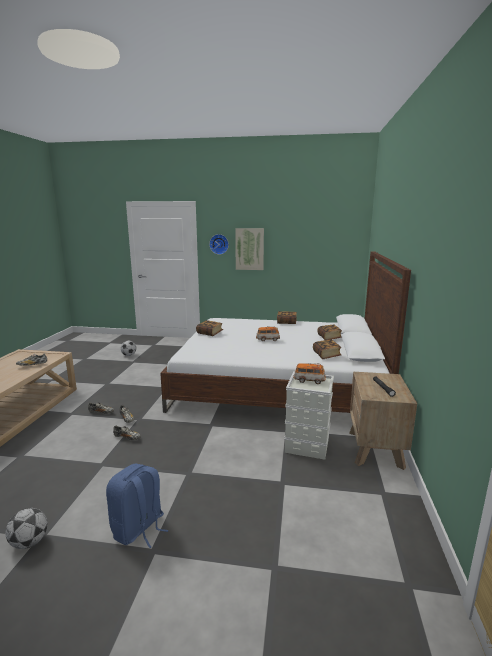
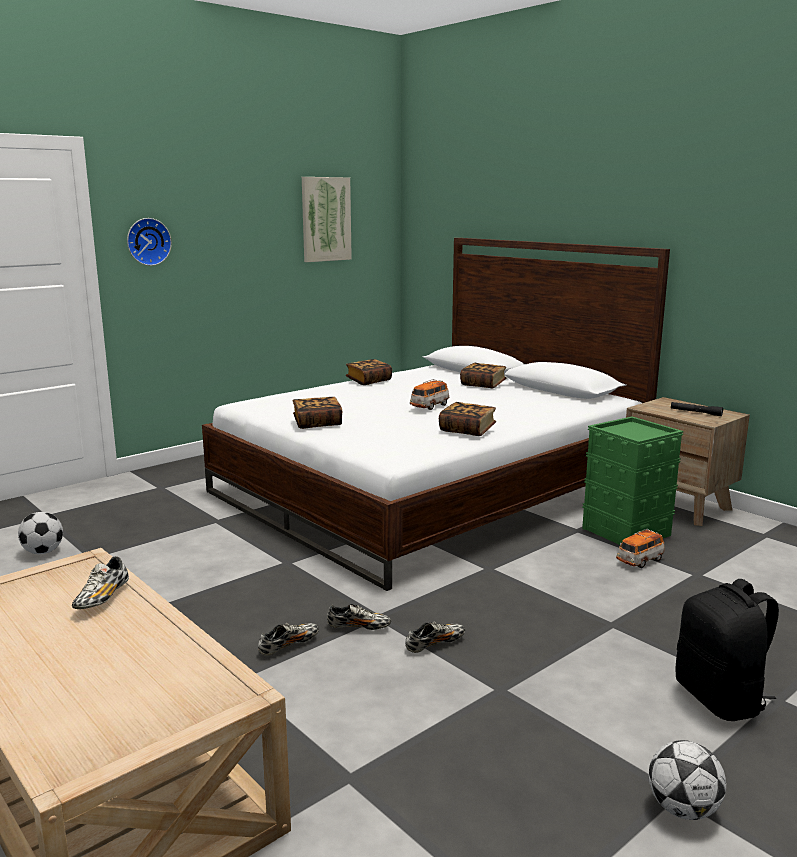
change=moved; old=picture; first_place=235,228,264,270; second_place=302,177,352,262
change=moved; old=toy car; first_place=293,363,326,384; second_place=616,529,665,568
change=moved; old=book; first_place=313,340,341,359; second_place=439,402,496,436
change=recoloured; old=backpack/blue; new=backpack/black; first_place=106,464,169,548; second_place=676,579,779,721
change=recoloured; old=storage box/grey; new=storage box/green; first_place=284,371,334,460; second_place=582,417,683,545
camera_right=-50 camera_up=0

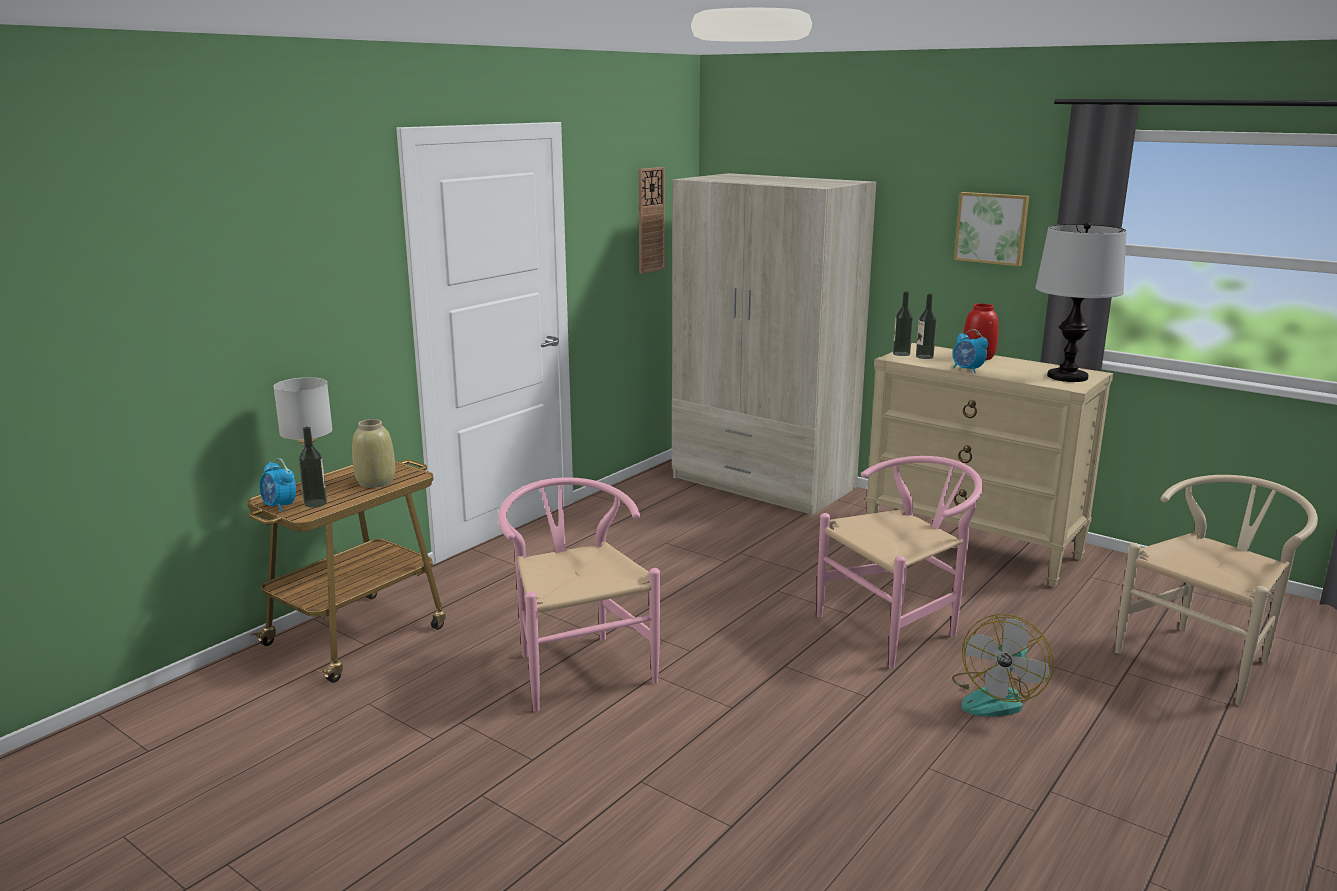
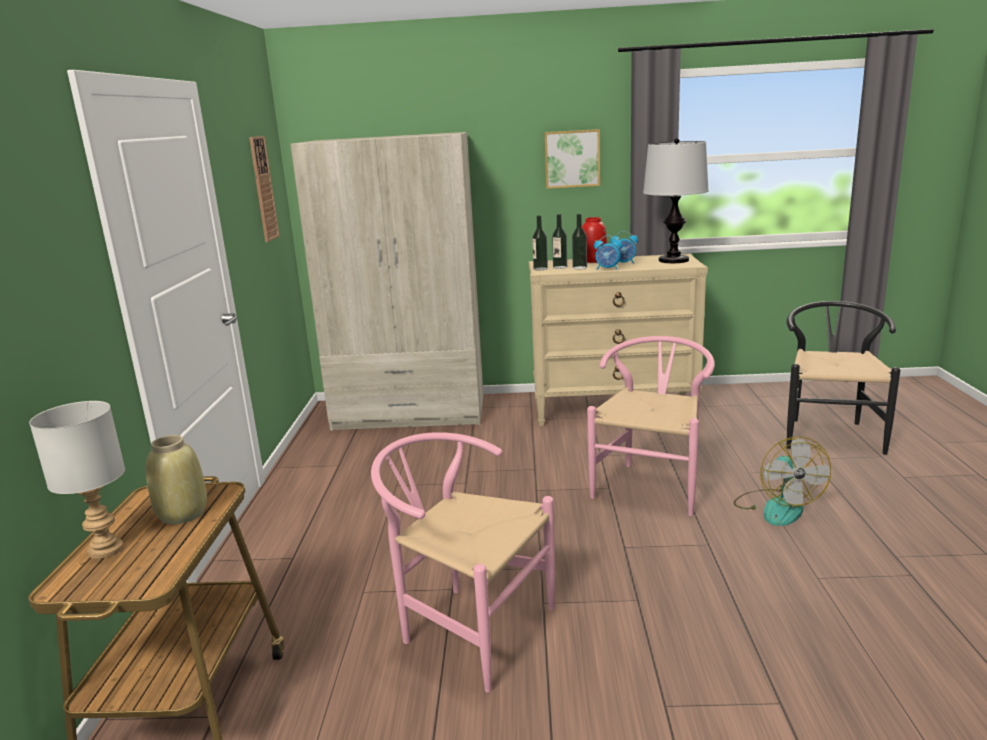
change=moved; old=alarm clock; first_place=260,458,296,512; second_place=610,231,638,264
change=moved; old=bottle; first_place=299,426,327,508; second_place=572,214,587,269
change=recoloured; old=chair/beige; new=chair/black; first_place=1115,475,1318,705; second_place=786,301,901,455
camera_right=-35 camera_up=0

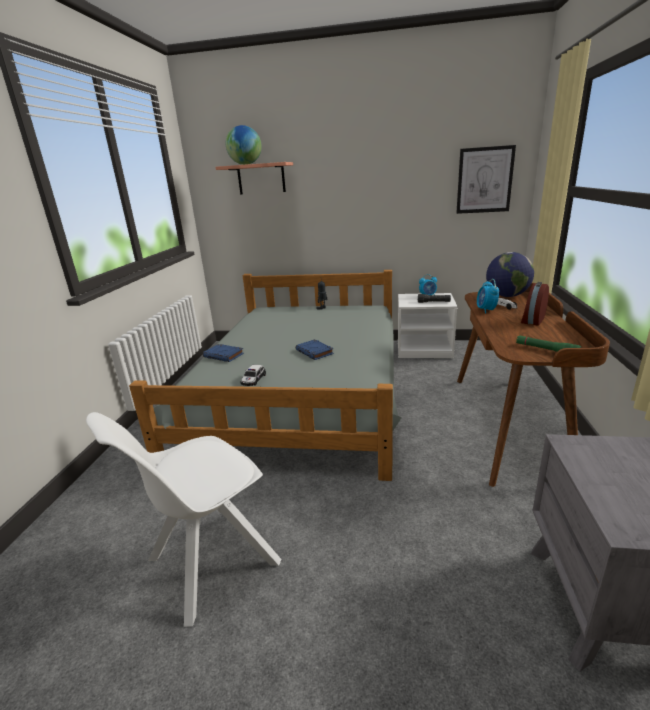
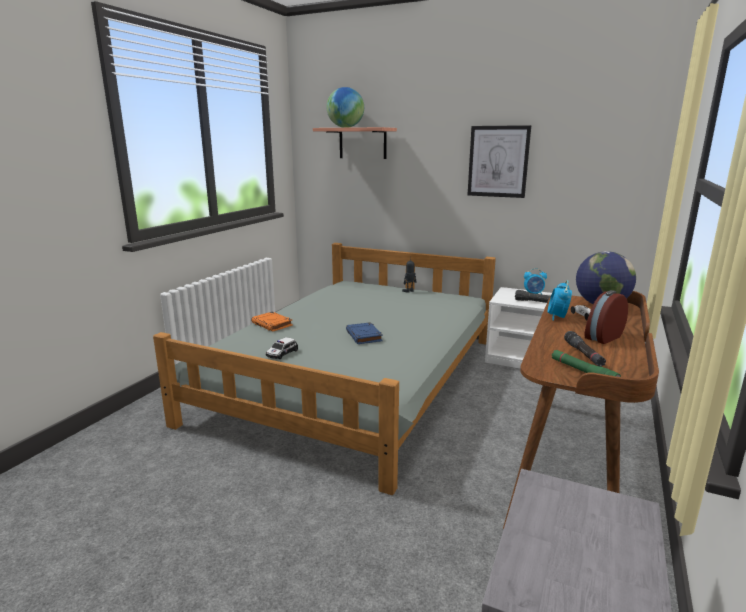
change=removed; old=chair/white; first_place=86,412,281,627
change=added; new=flashlight/black; second_place=564,331,606,367
change=moved; old=picture; first_place=456,145,516,214; second_place=468,125,531,198
change=recoloured; old=book/blue; new=book/orange; first_place=203,344,244,362; second_place=251,312,293,332
camera_right=15 camera_up=-5

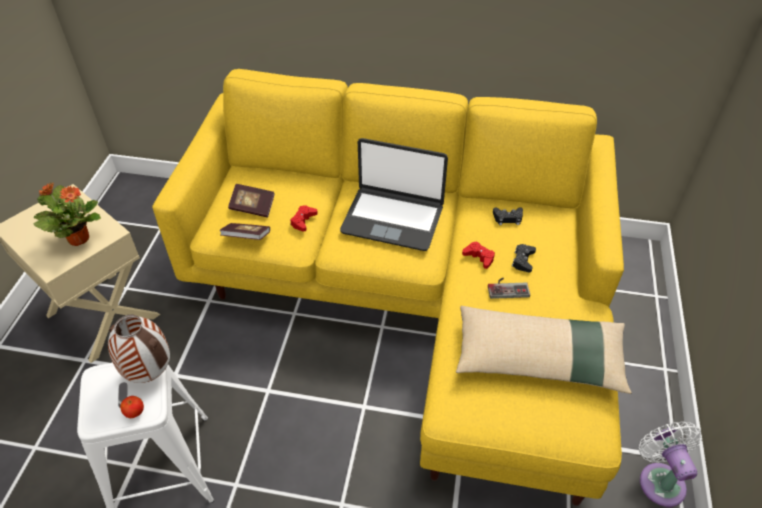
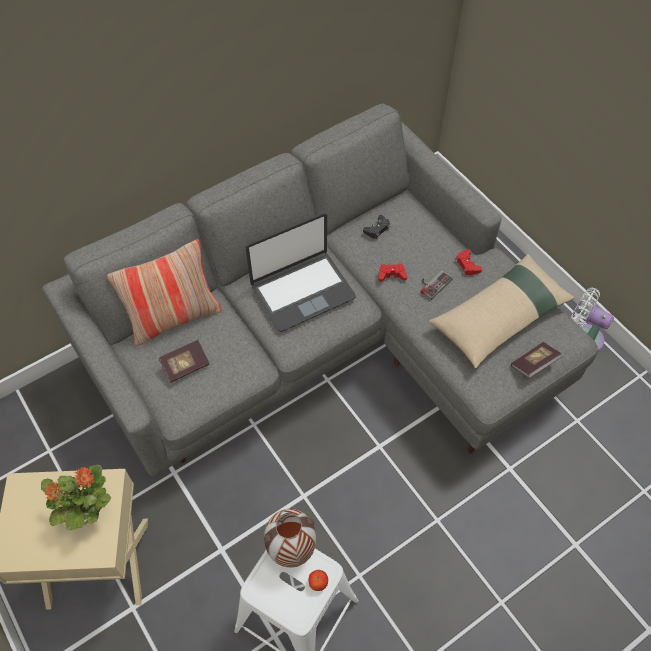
change=removed; old=game controller/black; first_place=512,244,536,272
change=added; new=pillow; second_place=107,239,222,346
change=moved; old=book; first_place=219,223,270,240; second_place=511,342,562,378
change=moved; old=game controller/red; first_place=290,205,318,232; second_place=455,249,482,275
change=recoloured; old=sofa/yellow; new=sofa/grey; first_place=152,69,624,506; second_place=42,104,598,476
camera_right=-45 camera_up=10

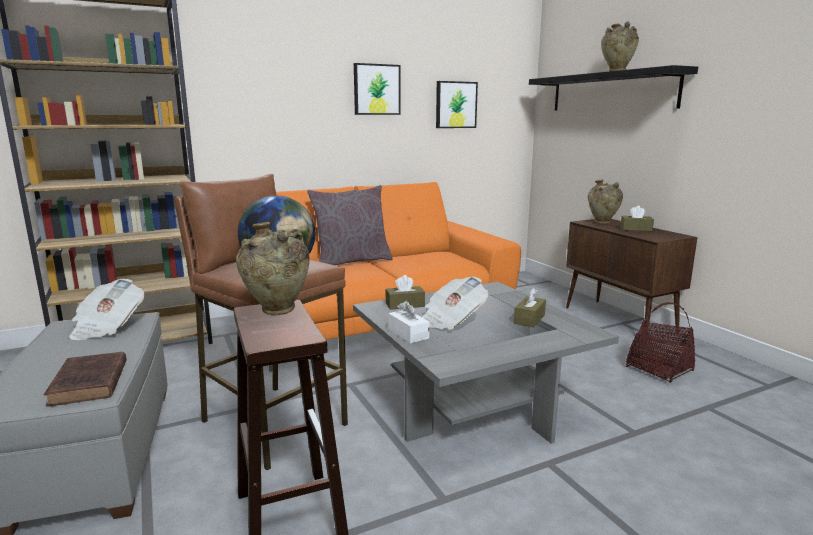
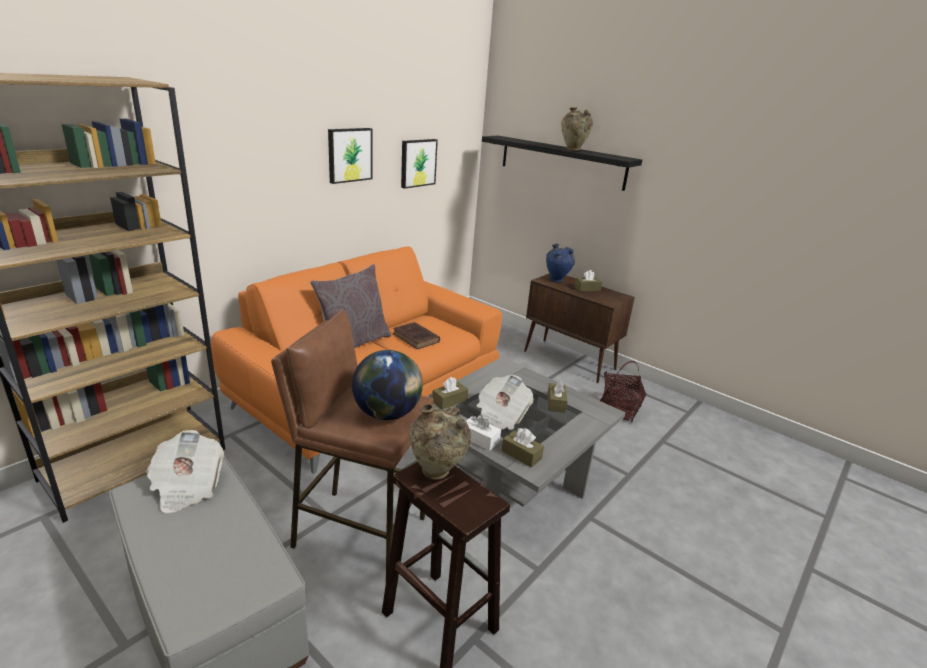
change=added; new=tissue box/brown; second_place=501,428,544,467
change=moved; old=book/brown; first_place=44,352,126,406; second_place=393,322,440,349
change=recoloured; old=vase/beige; new=vase/blue; first_place=588,180,623,224; second_place=546,244,575,282
camera_right=-25 camera_up=10

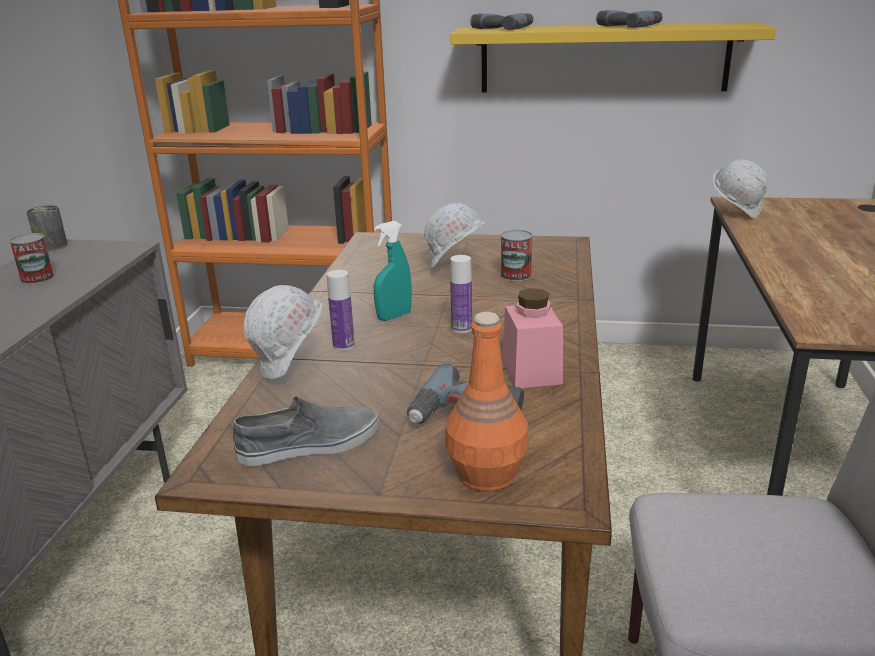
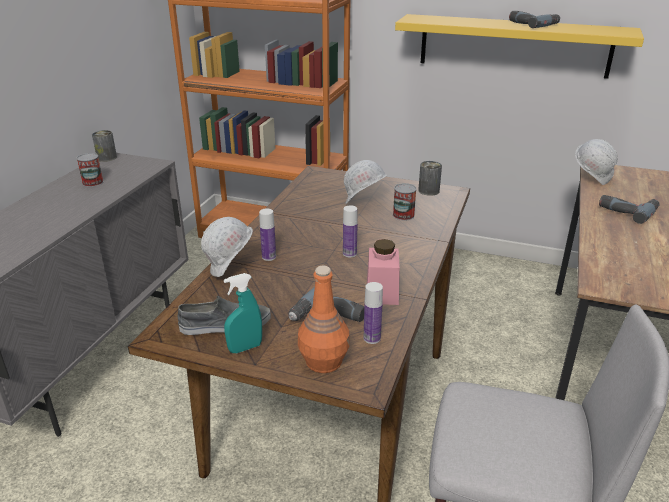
change=added; new=bottle; second_place=364,282,383,344
change=added; new=can; second_place=418,161,442,196
change=moved; old=spray bottle/turquoise; first_place=374,221,412,321; second_place=224,273,262,353
change=moved; old=power drill; first_place=470,13,533,30; second_place=599,195,660,224
camera_right=10 camera_up=5

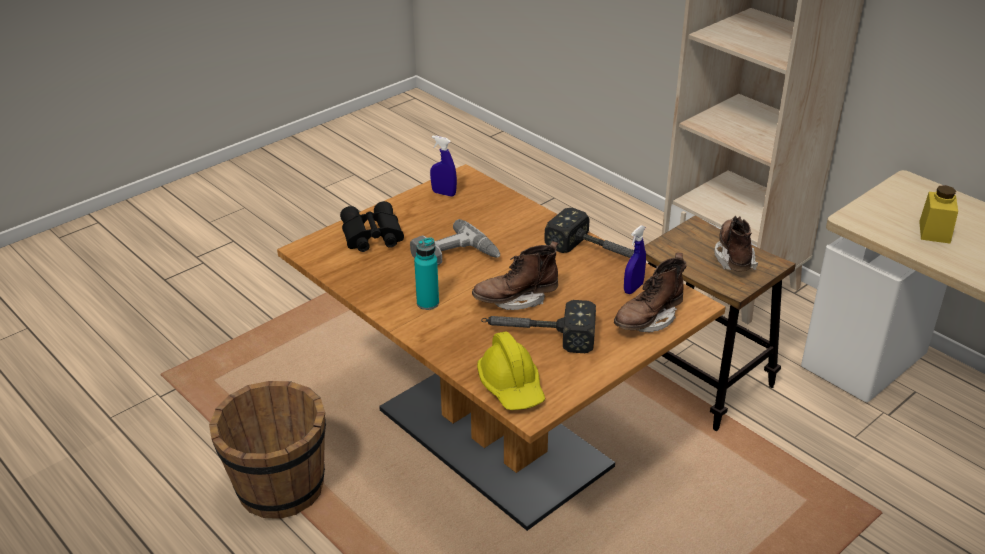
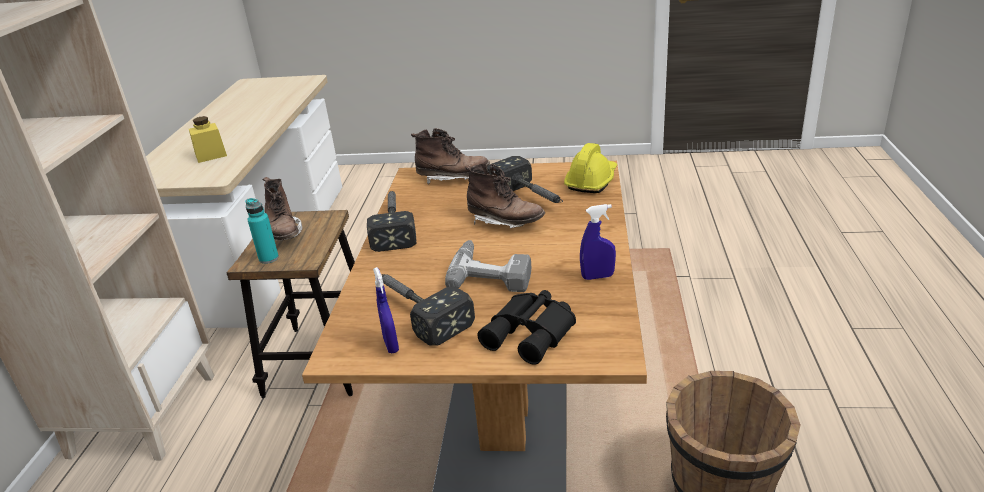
change=added; new=hammer; second_place=381,274,475,346
change=moved; old=bottle/turquoise; first_place=414,238,439,310; second_place=245,198,279,264
change=moved; old=spray bottle/blue; first_place=624,225,646,294; second_place=580,204,616,280
change=turned; old=boot/brown; first_place=714,216,758,272; second_place=262,177,302,241; degrees=-75
camera_right=-130 camera_up=-5

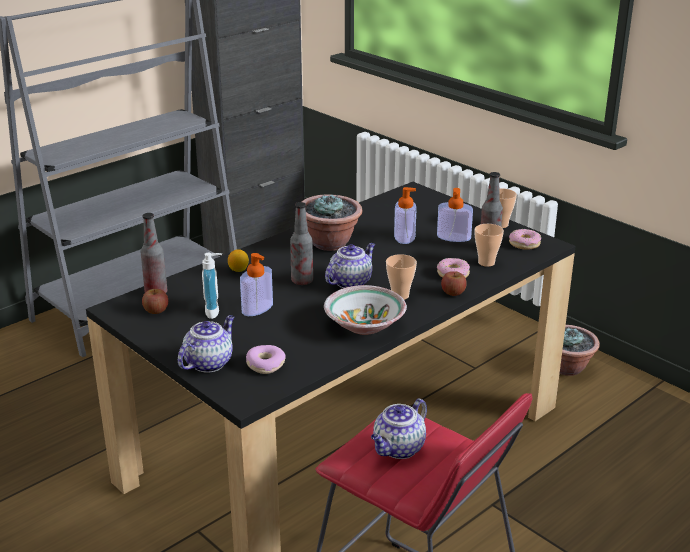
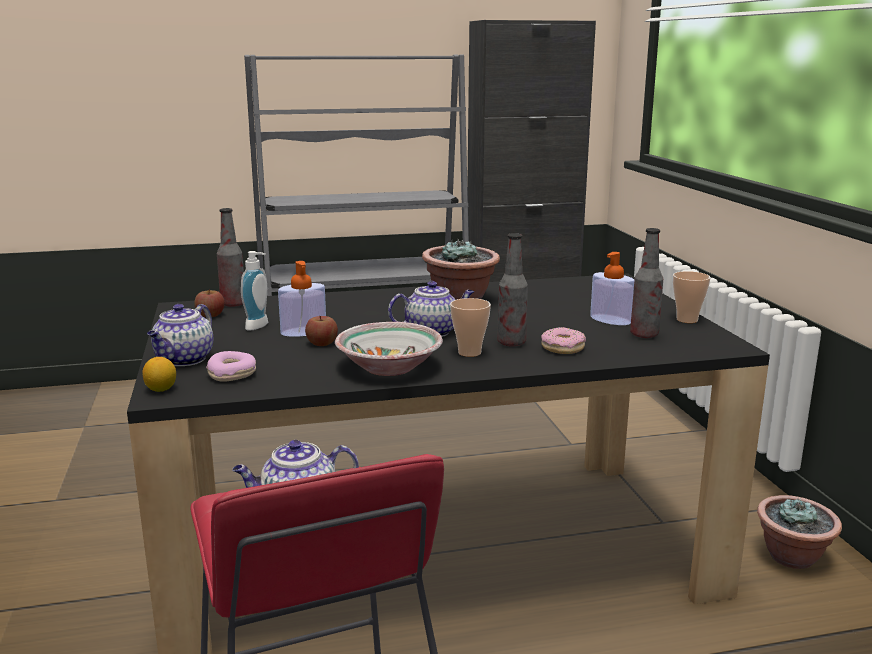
change=removed; old=soap dispenser; first_place=394,187,417,244
change=removed; old=cup; first_place=475,224,504,267
change=removed; old=donut; first_place=509,229,541,250
change=moved; old=lemon; first_place=228,249,249,272; second_place=142,357,176,392
change=moved; old=bottle; first_place=290,202,313,285; second_place=497,233,528,347
change=moved; old=apple; first_place=441,271,467,296; second_place=305,316,338,346
change=turned; old=teapot; first_place=178,315,234,373; second_place=147,304,213,366; degrees=135
camera_right=30 camera_up=-10

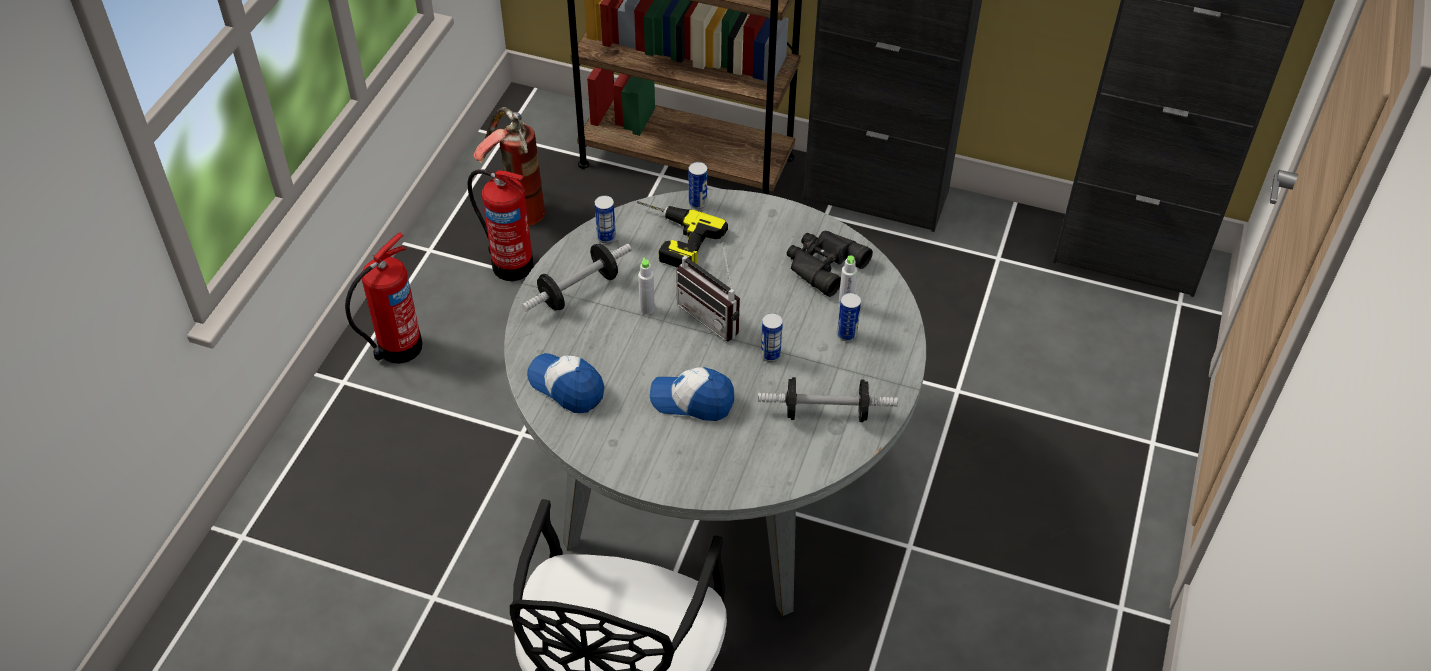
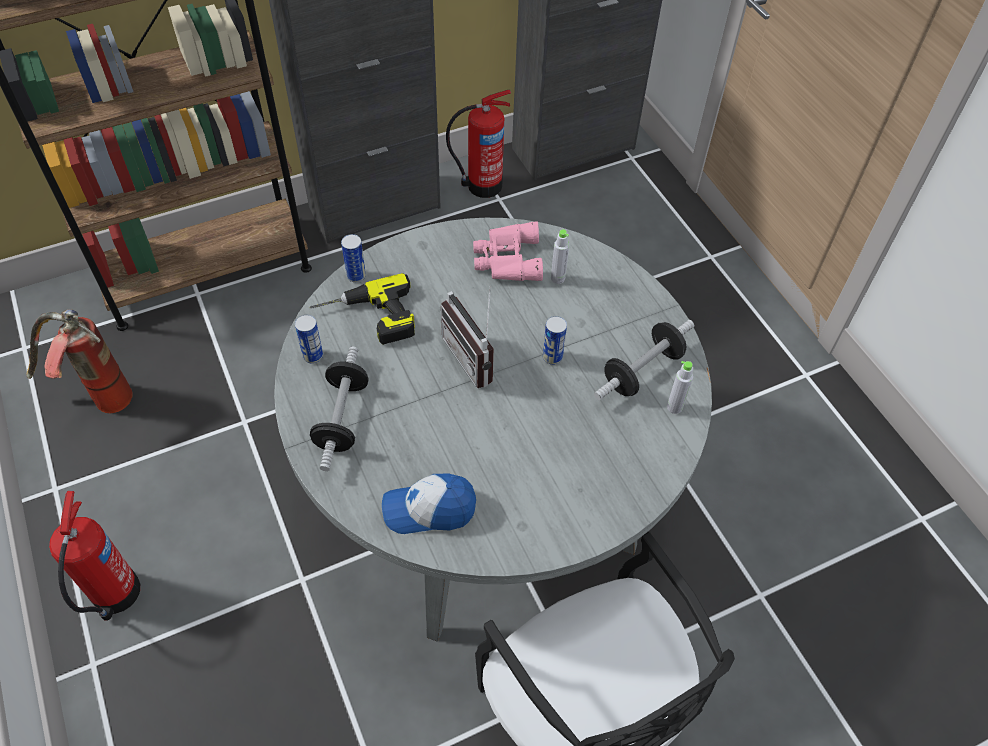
change=removed; old=cap; first_place=650,367,734,421
change=removed; old=can; first_place=837,293,861,342
change=moved; old=fire extinguisher; first_place=468,169,534,281; second_place=446,90,511,198
change=moved; old=bottle/grey; first_place=638,257,655,315; second_place=667,361,693,414
change=recoloured; old=binoculars/black; new=binoculars/pink; first_place=787,231,873,297; second_place=473,222,543,281
change=turned; old=radio; first_place=676,242,740,342; second_place=441,286,494,388; degrees=60
camera_right=-45 camera_up=5

